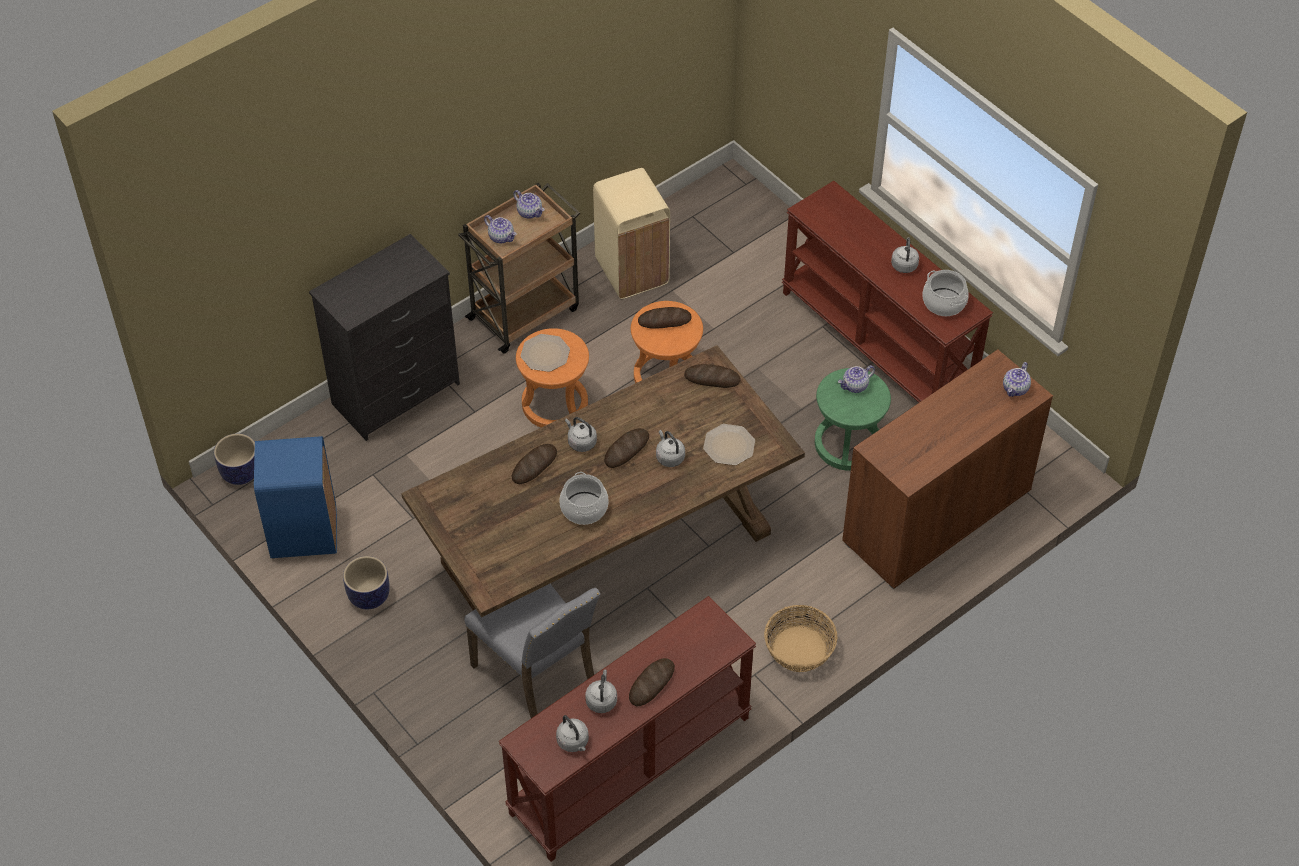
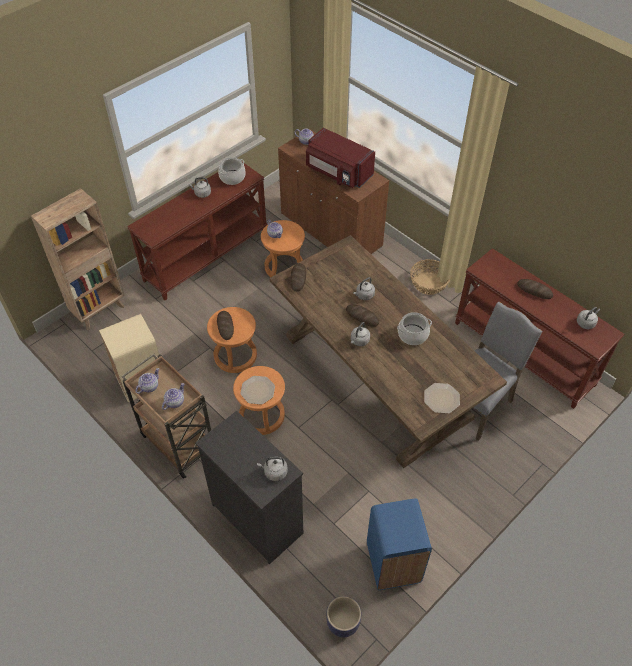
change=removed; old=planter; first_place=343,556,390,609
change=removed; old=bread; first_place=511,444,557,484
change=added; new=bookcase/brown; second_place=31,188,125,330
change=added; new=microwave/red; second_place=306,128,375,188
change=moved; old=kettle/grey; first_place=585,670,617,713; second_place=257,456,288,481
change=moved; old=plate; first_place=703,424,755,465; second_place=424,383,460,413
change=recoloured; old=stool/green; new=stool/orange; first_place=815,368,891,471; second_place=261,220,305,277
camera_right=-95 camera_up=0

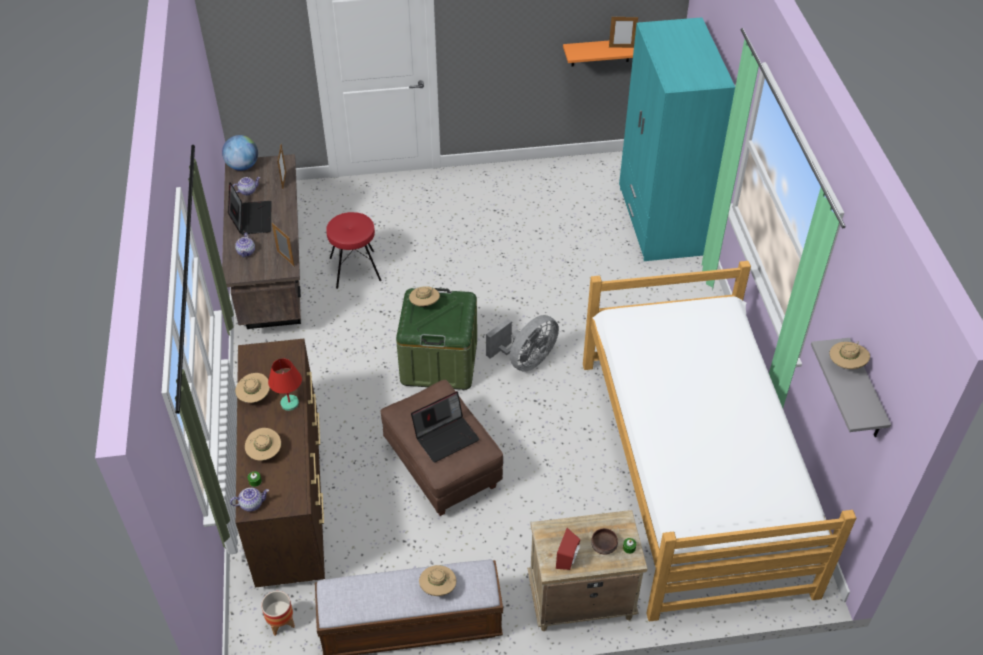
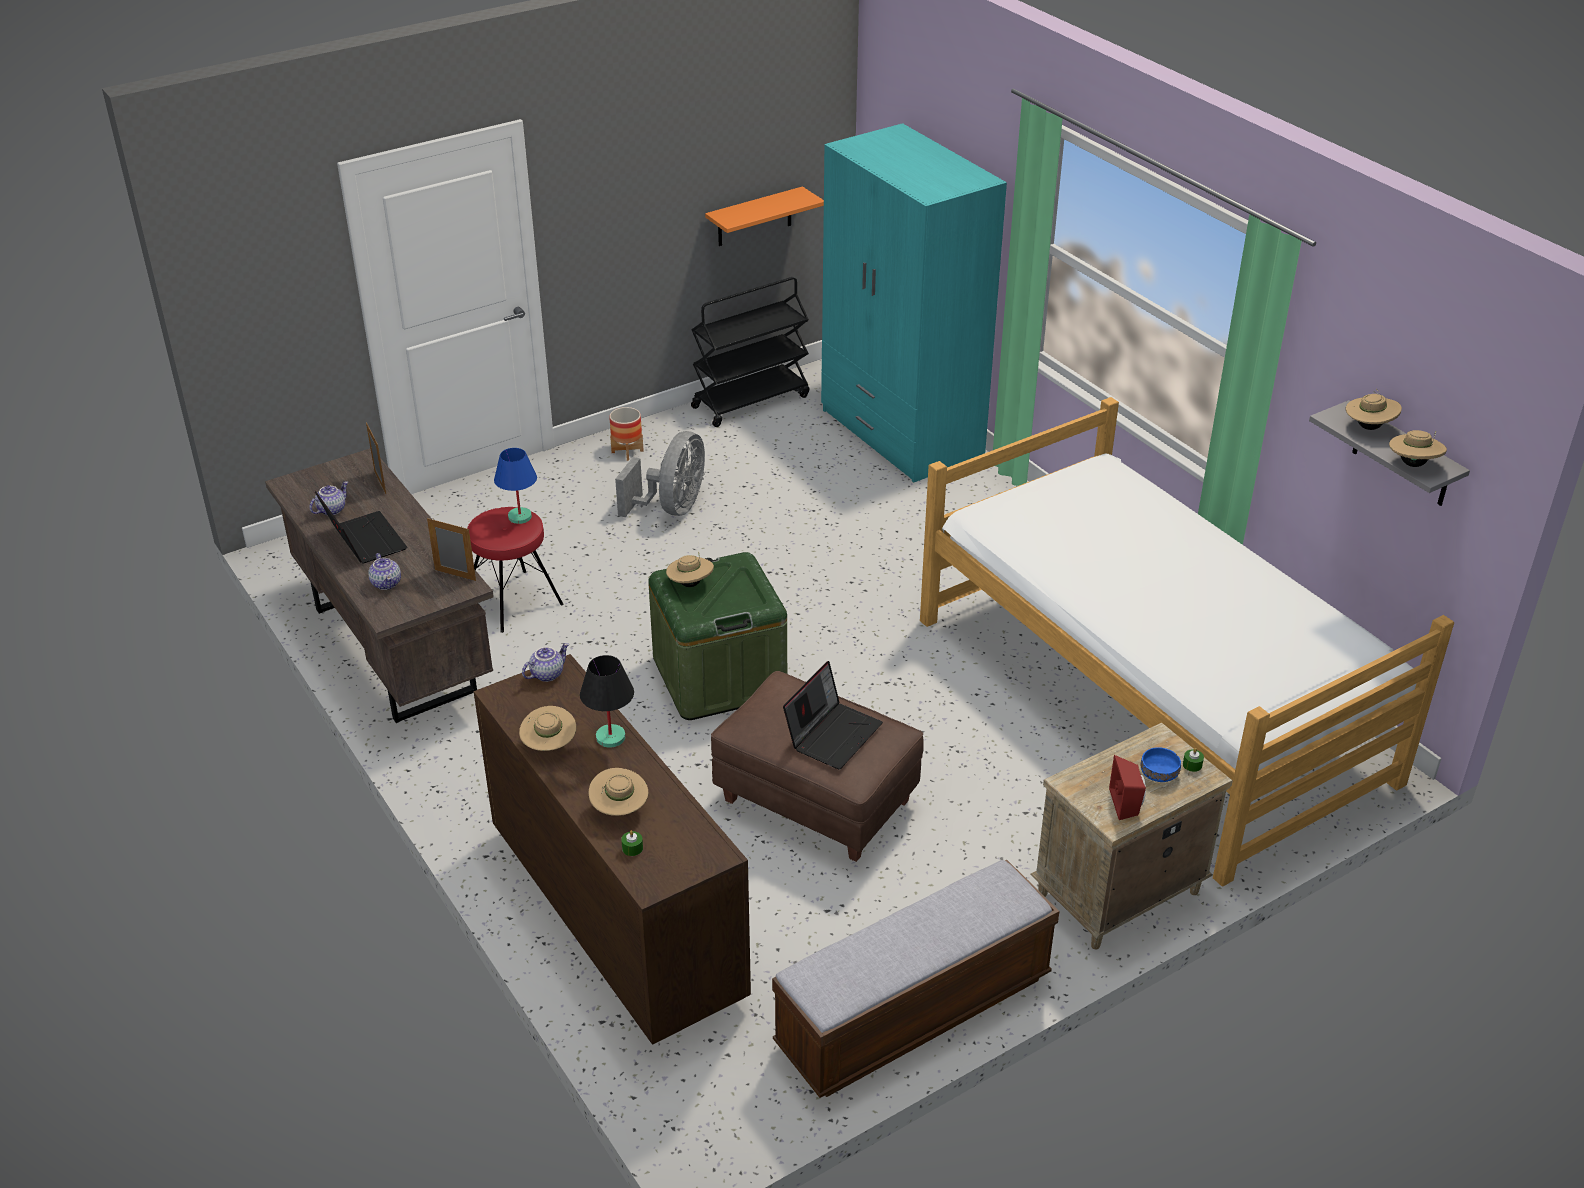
change=removed; old=globe; first_place=222,135,258,171
change=removed; old=picture frame; first_place=609,17,638,48
change=added; new=table lamp/blue; second_place=494,448,537,524
change=added; new=cart/black; second_place=691,277,809,427
change=moved; old=teapot; first_place=230,488,269,512; second_place=522,643,569,682
change=moved; old=planter; first_place=261,591,295,636; second_place=609,407,644,461
change=moved; old=hat/beige; first_place=419,565,456,596; second_place=1389,430,1447,467
change=moved; old=fan/grey; first_place=486,315,559,372; second_place=615,431,705,517
change=recoloured; old=table lamp/red; new=table lamp/black; first_place=268,358,302,411; second_place=580,655,634,748
change=recoloured; old=bowl/brown; new=bowl/blue; first_place=591,528,618,555; second_place=1141,747,1181,782
camera_right=-25 camera_up=-10

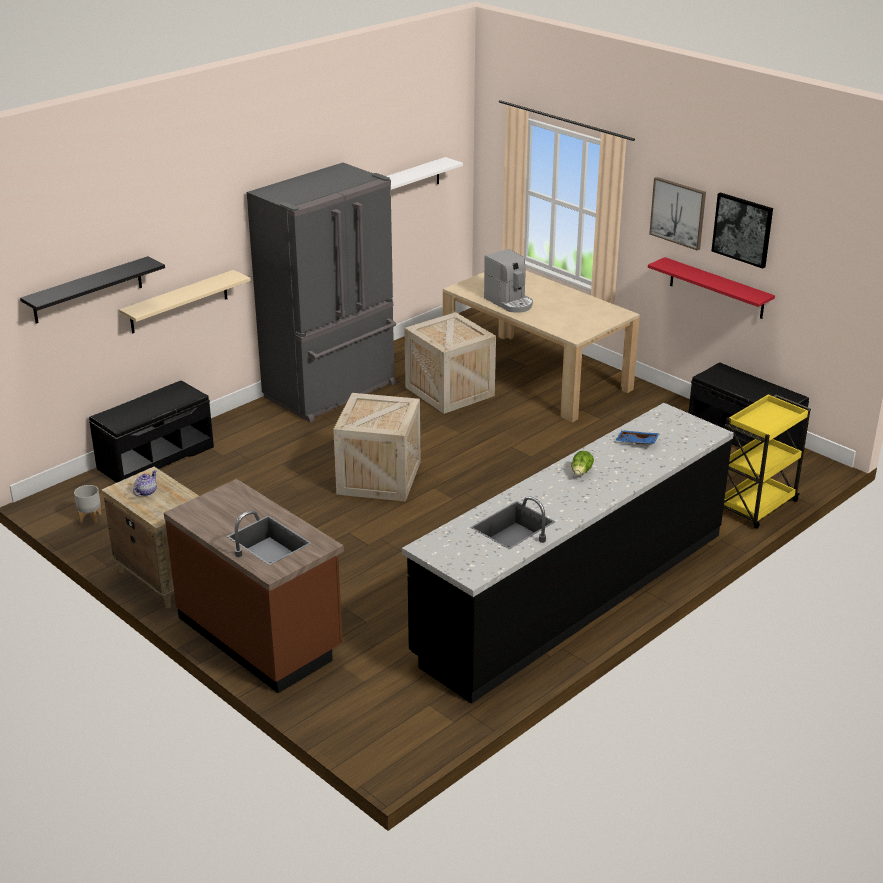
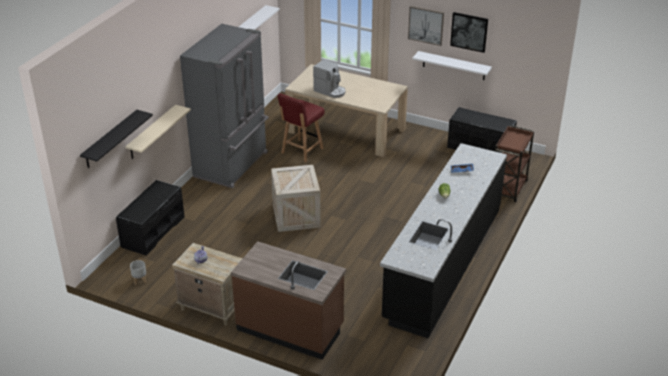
change=replaced; old=crate; new=chair/red; first_place=404,312,496,414; second_place=278,93,325,162
change=recoloured; old=shelf/red; new=shelf/white; first_place=648,257,775,319; second_place=412,51,492,80
change=recoloured; old=cart/yellow; new=cart/brown; first_place=724,394,811,529; second_place=495,125,534,202
camera_right=-20 camera_up=5

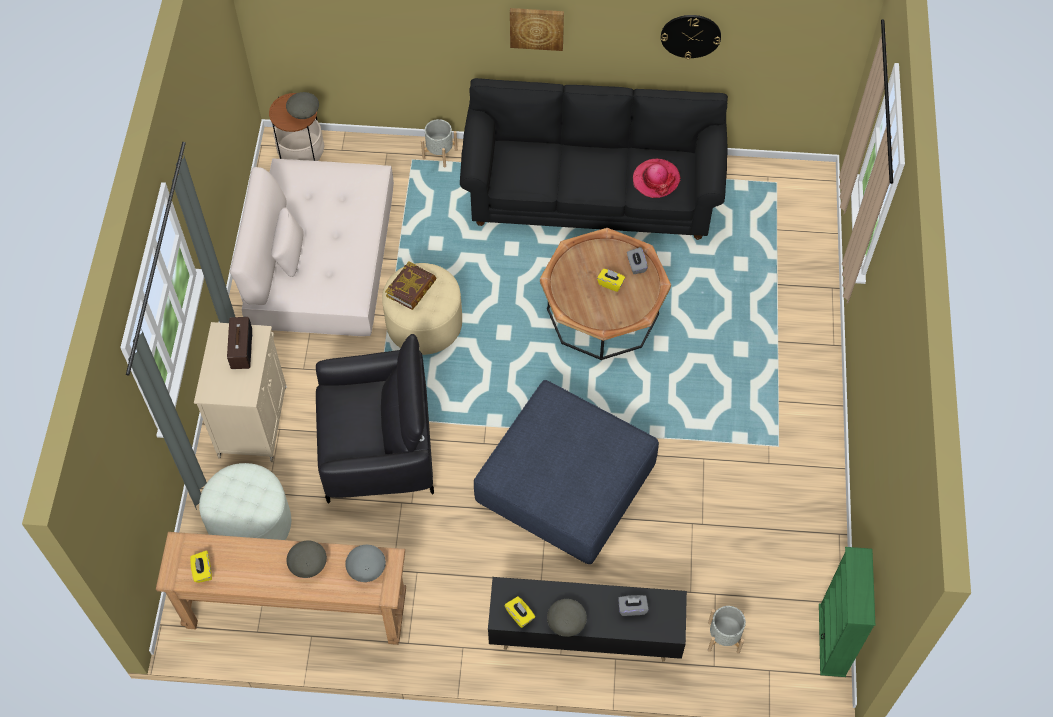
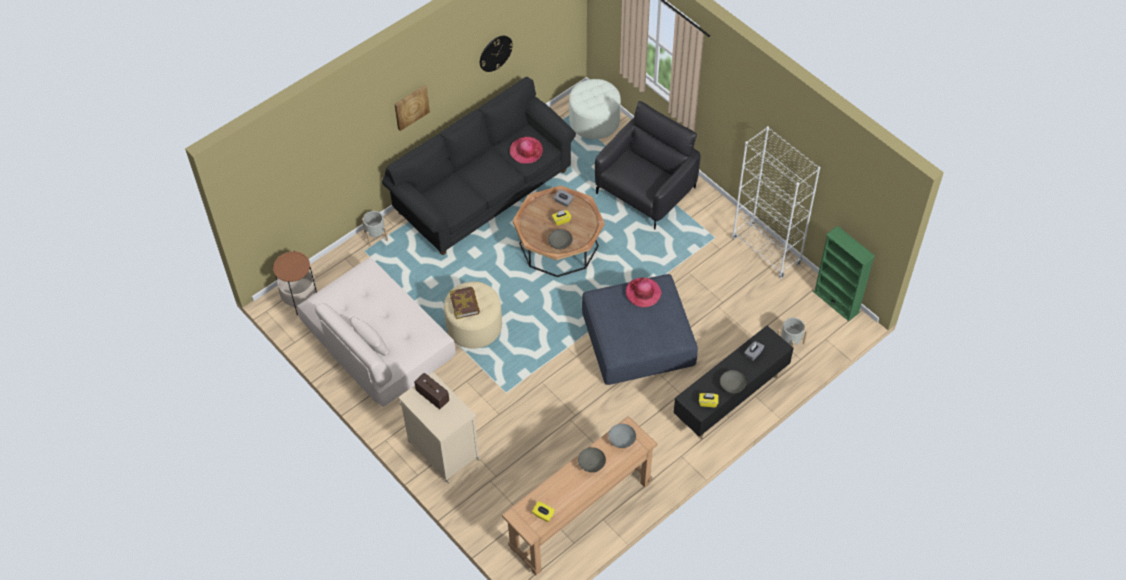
change=added; new=hat; second_place=626,278,662,307
change=added; new=bookcase/white; second_place=732,126,820,278
change=moved; old=ottoman/white; first_place=199,463,291,540; second_place=569,79,621,139
change=moved; old=bowl/grey; first_place=286,92,319,119; second_place=548,229,573,249
change=moved; old=armchair/black; first_place=316,334,434,504; second_place=595,101,700,230
camera_right=-45 camera_up=-5

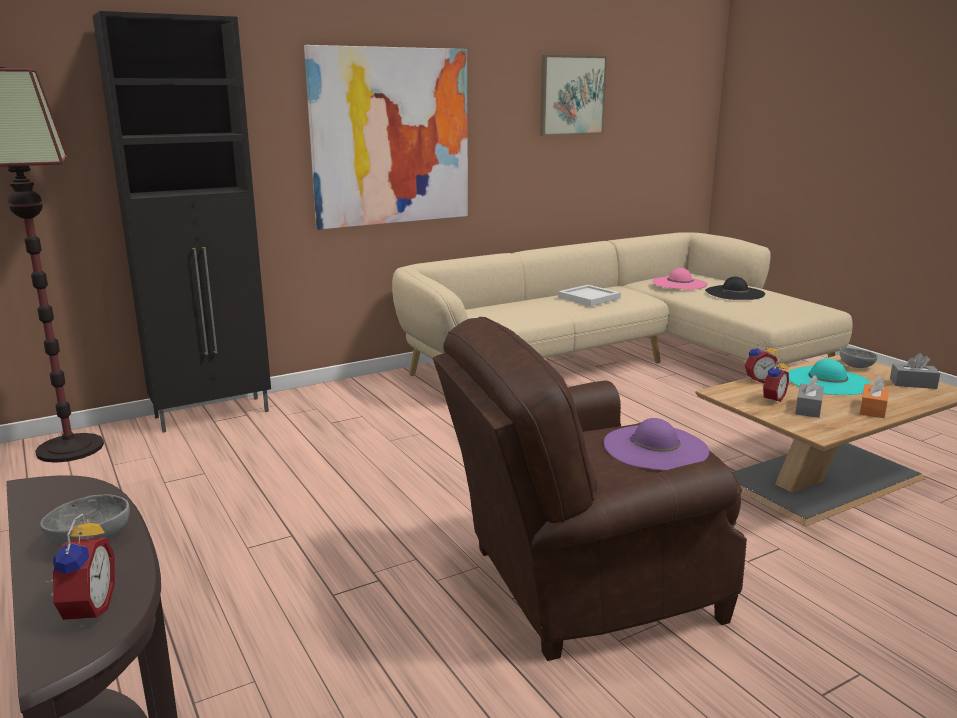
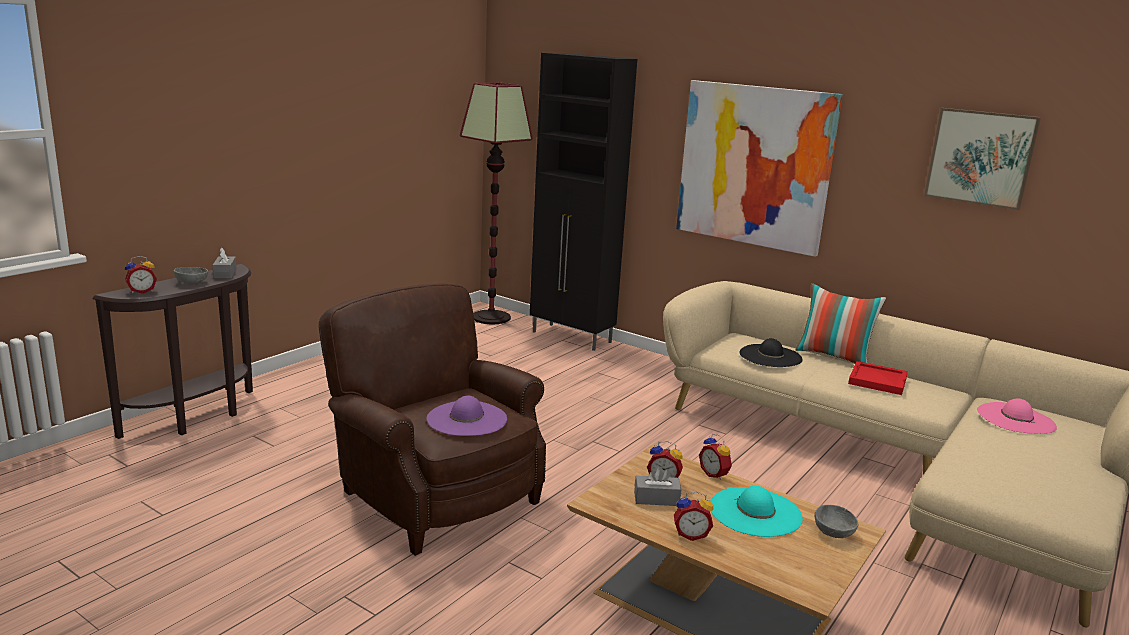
change=added; new=pillow; second_place=796,283,886,363
change=moved; old=hat/black; first_place=705,277,765,300; second_place=739,338,803,367
change=moved; old=tissue box/grey; first_place=890,353,940,389; second_place=212,248,237,278
change=replaced; old=tissue box/orange; new=alarm clock; first_place=860,376,889,418; second_place=674,492,713,541
change=recoloured; old=tray/white; new=tray/red; first_place=558,285,621,306; second_place=848,361,908,395
camera_right=65 camera_up=0

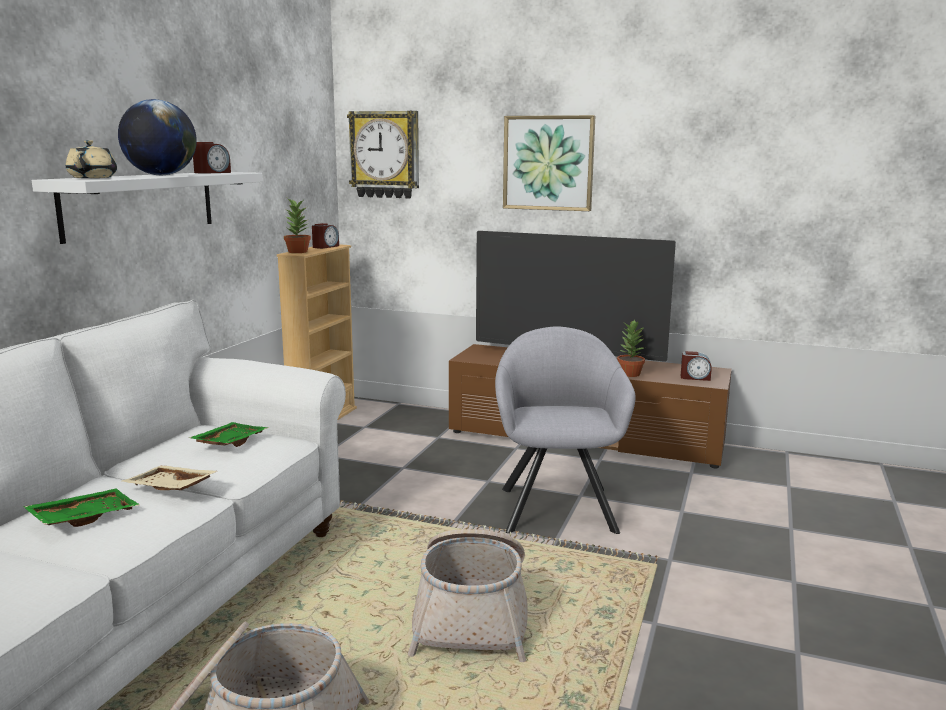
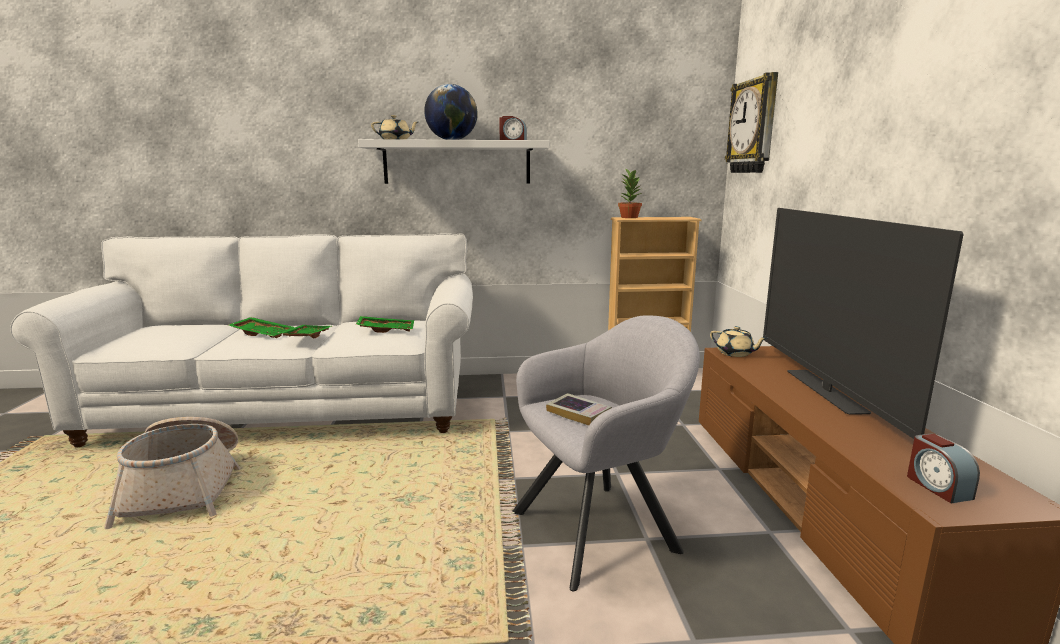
change=removed; old=alarm clock; first_place=312,223,339,249
change=removed; old=basket; first_place=408,529,528,662
change=removed; old=picture; first_place=503,115,595,211
change=removed; old=potted plant; first_place=617,319,645,377
change=added; new=book; second_place=546,393,612,426
change=added; new=teapot/beige; second_place=710,326,768,357
change=recoloured; old=tray/beige; new=tray/green; first_place=122,466,217,490; second_place=278,325,332,338
camera_right=65 camera_up=0

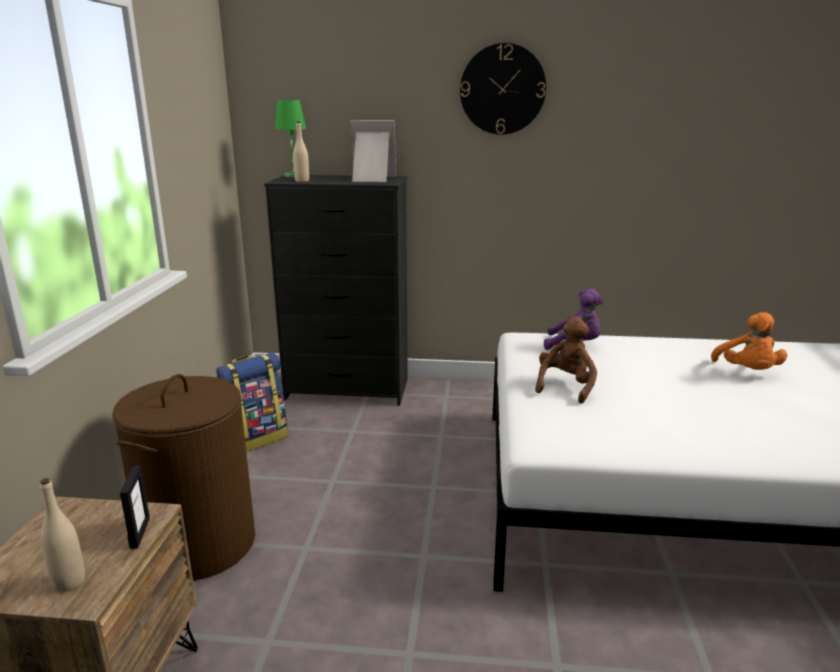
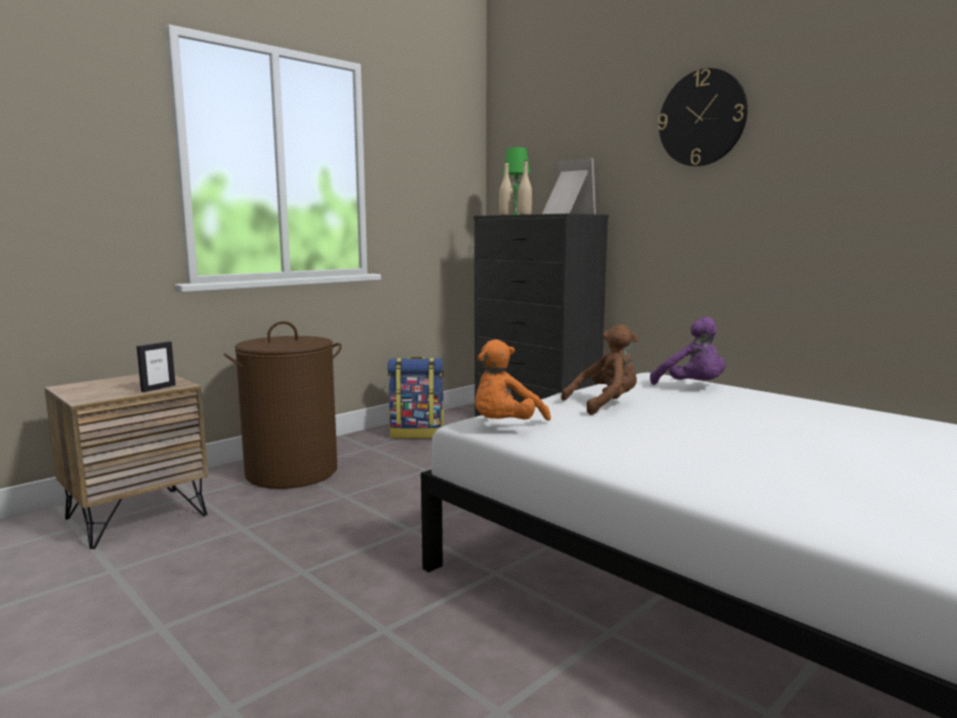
change=moved; old=bottle/beige; first_place=40,478,85,592; second_place=518,160,532,215
change=moved; old=plush toy/orange; first_place=711,312,787,370; second_place=475,339,551,421
camera_right=40 camera_up=-10

